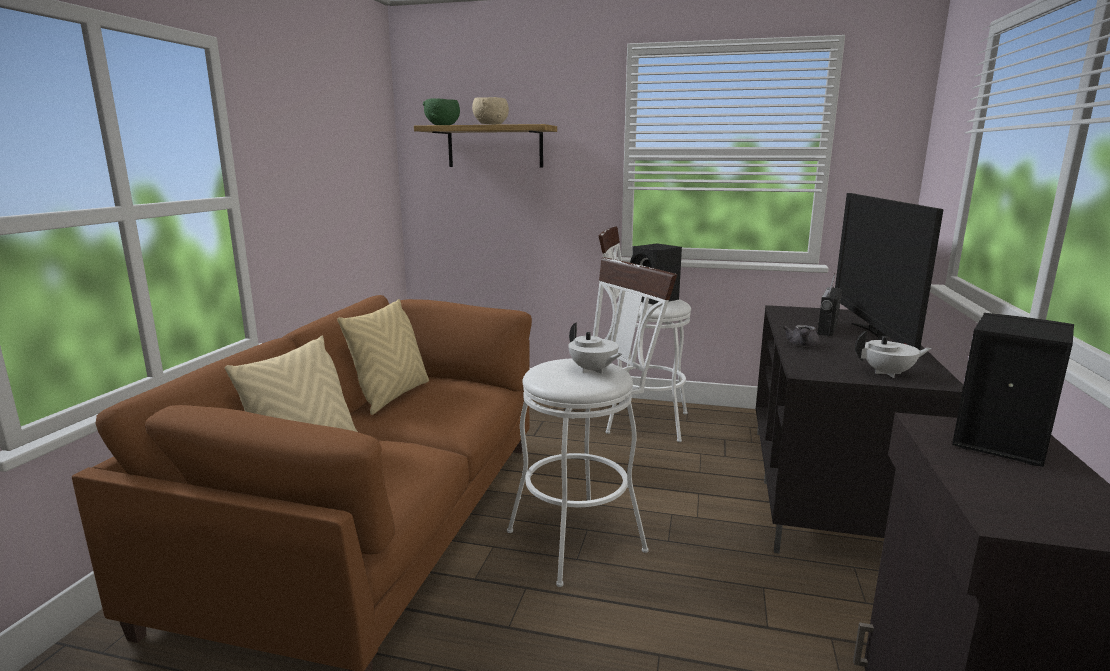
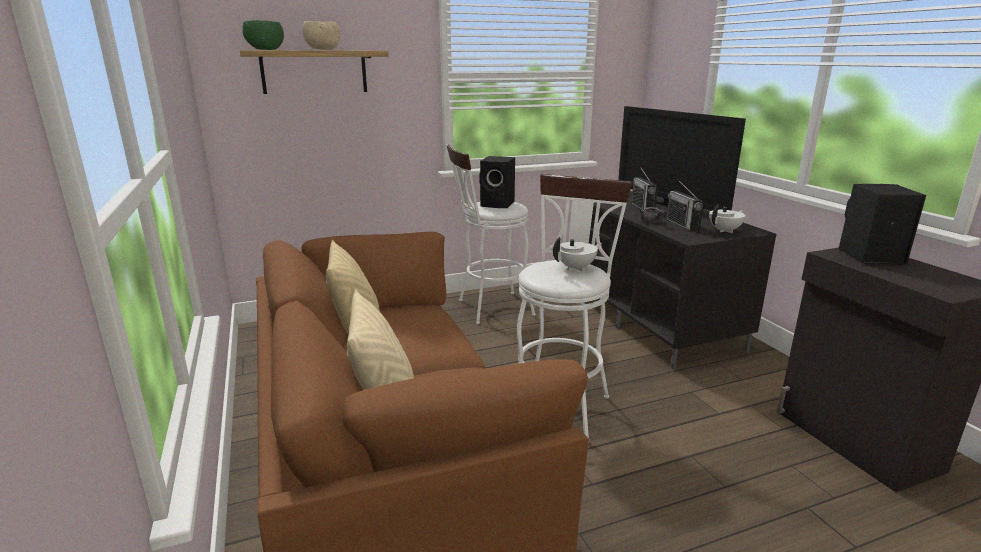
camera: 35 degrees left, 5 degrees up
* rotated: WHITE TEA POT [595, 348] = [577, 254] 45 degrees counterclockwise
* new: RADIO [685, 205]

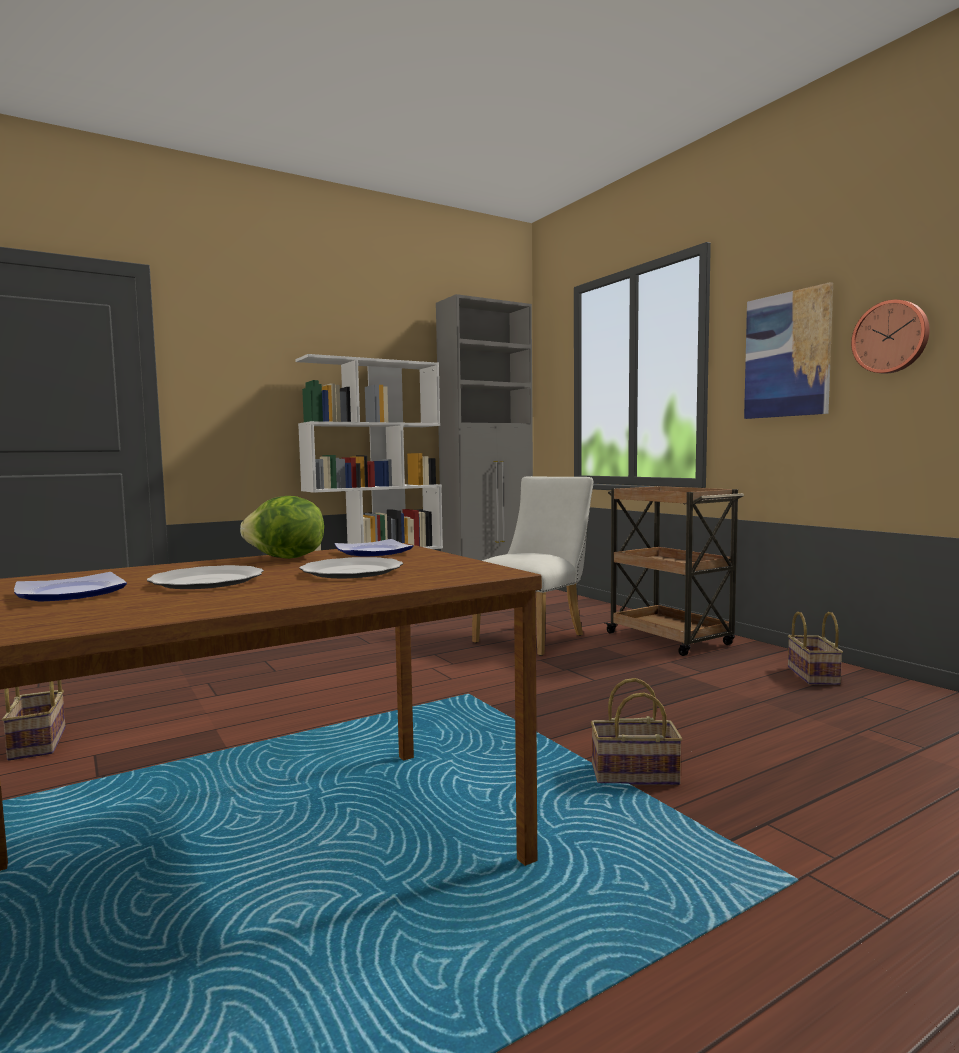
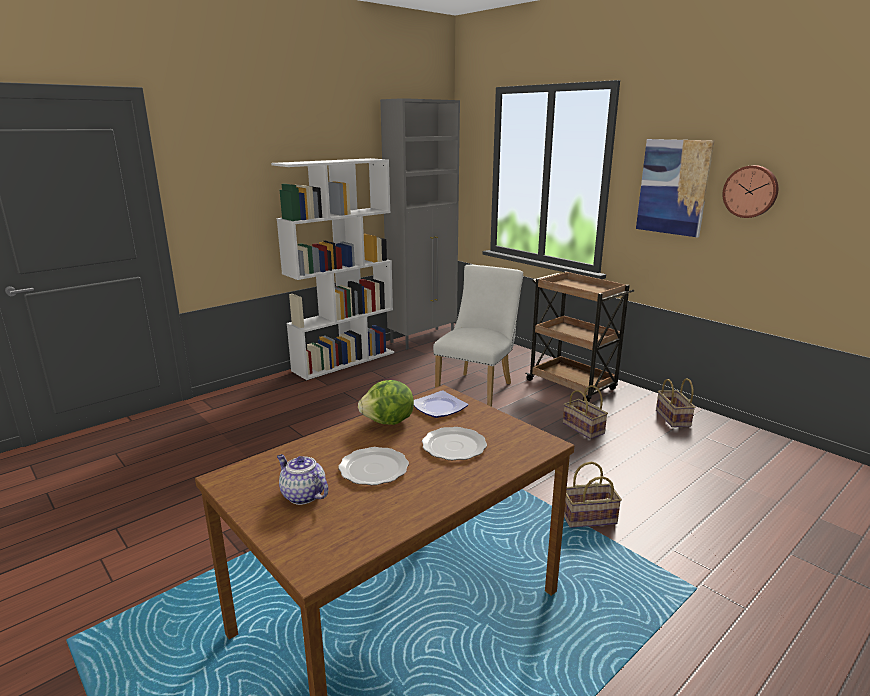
camera: 10 degrees left, 15 degrees up
* swapped: DINNER PLATE [70, 586] to TEA POT [302, 479]
* shifted: STORAGE BASKET [33, 720] to [585, 412]

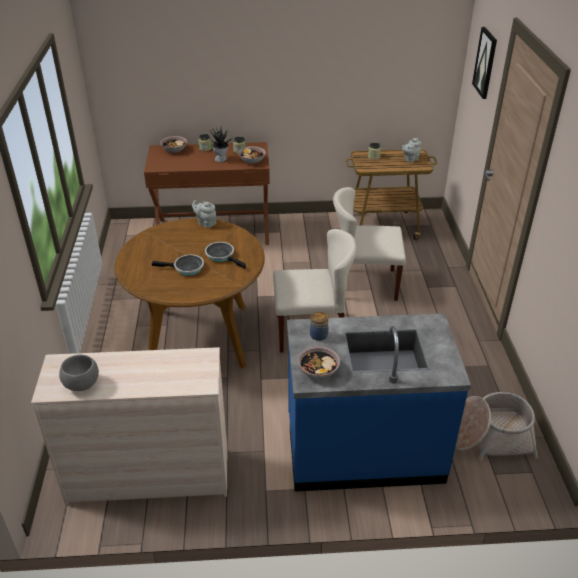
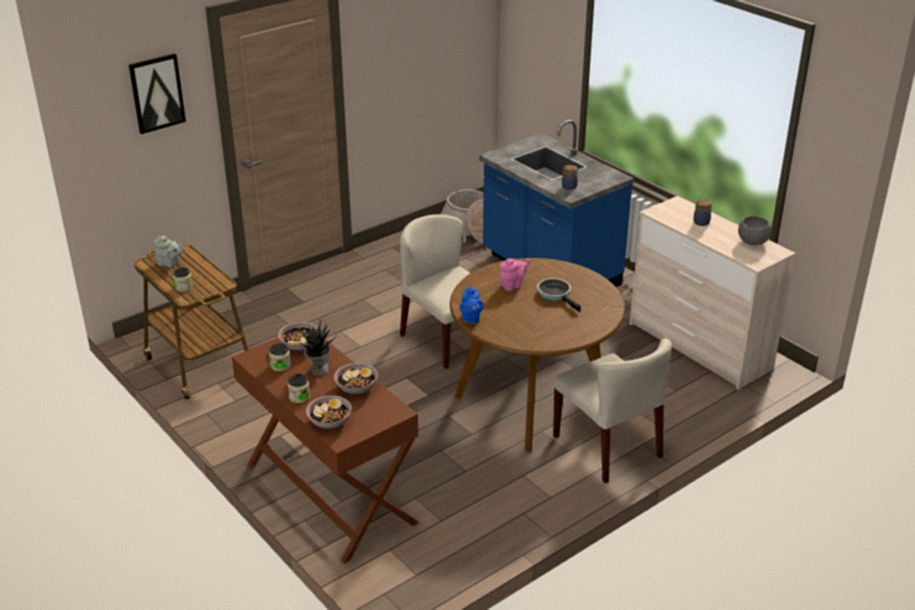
camera: 125 degrees left, 5 degrees down
* shifted: SERVING BOWL [318, 362] to [356, 378]
* repainted: GRAY TEA POT [204, 214] to BLUISH TEA POT [471, 304]
* swapped: FRYING PAN [225, 255] to PINK-COLOURED TEA POT [515, 274]
* shifted: BEIGE UPRIGHT CHAIR [369, 244] to [612, 410]
* new: JAR [702, 212]

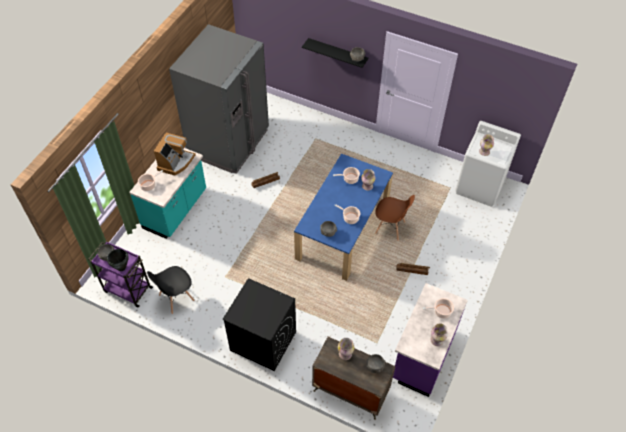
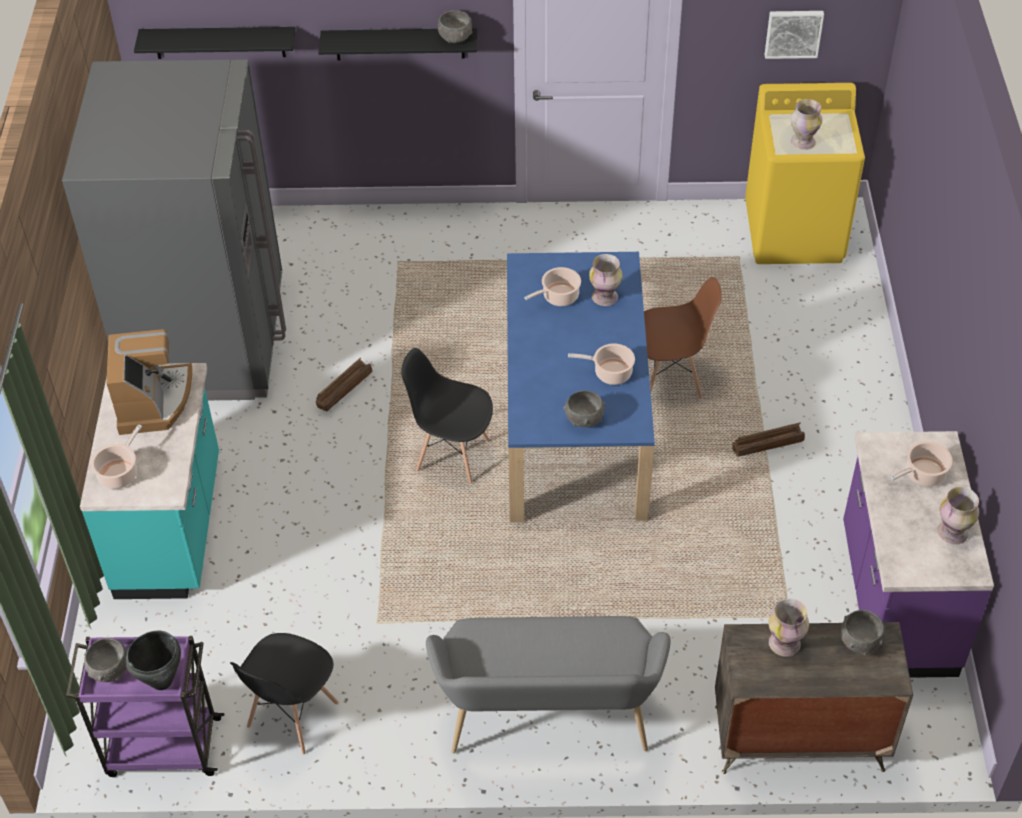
camera: 25 degrees left, 5 degrees down
* new: BLACK-COLOURED SHELF [215, 43]
* new: BLACK-COLOURED UPRIGHT CHAIR [447, 416]
* swapped: BLACK-COLOURED WASHING MACHINE [259, 324] to GRAY INDOOR BENCH [548, 685]
* repainted: WHITE WASHING MACHINE [488, 164] to YELLOWISH WASHING MACHINE [805, 173]
* new: WALL ART [794, 35]

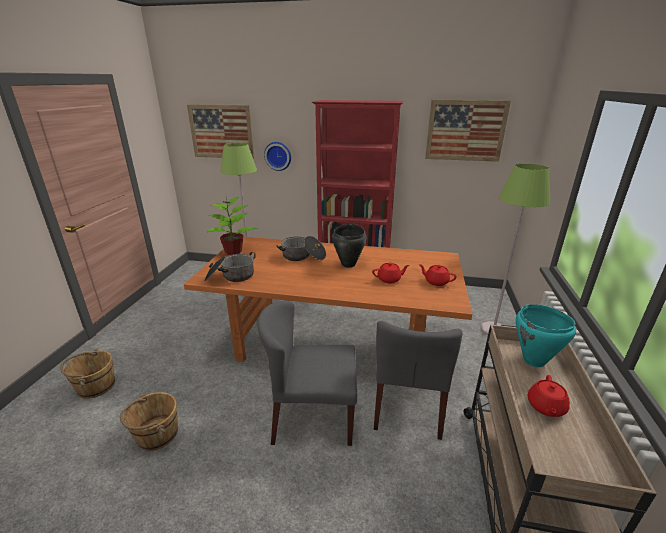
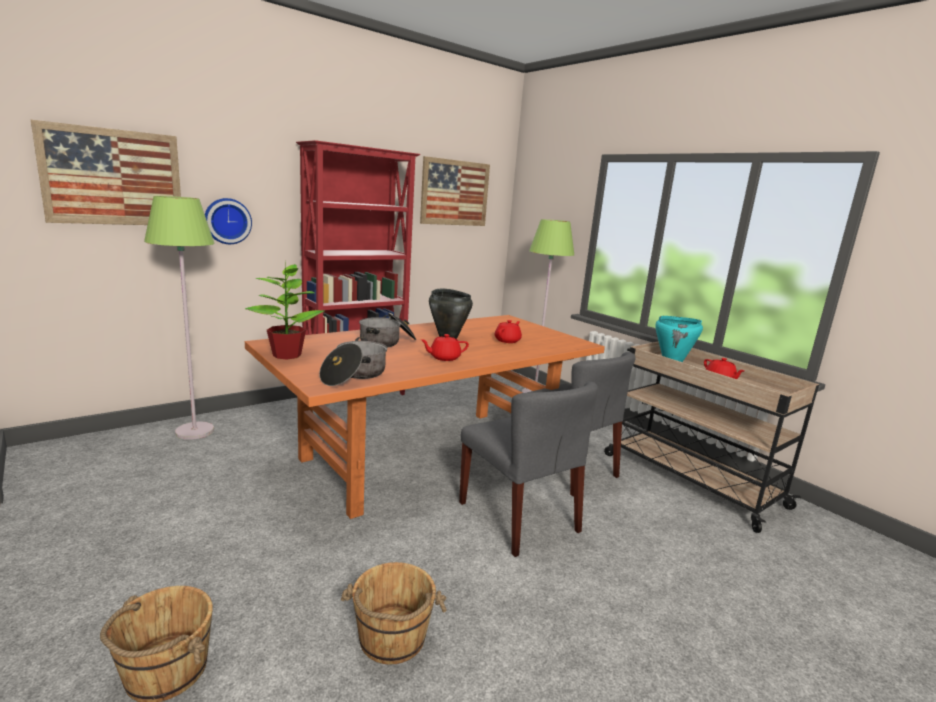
camera: 50 degrees left, 10 degrees down
* shifted: REDDISH TEA POT [438, 275] to [445, 347]
* rotated: GRAY UPRIGHT CHAIR [307, 373] = [528, 469] 75 degrees counterclockwise

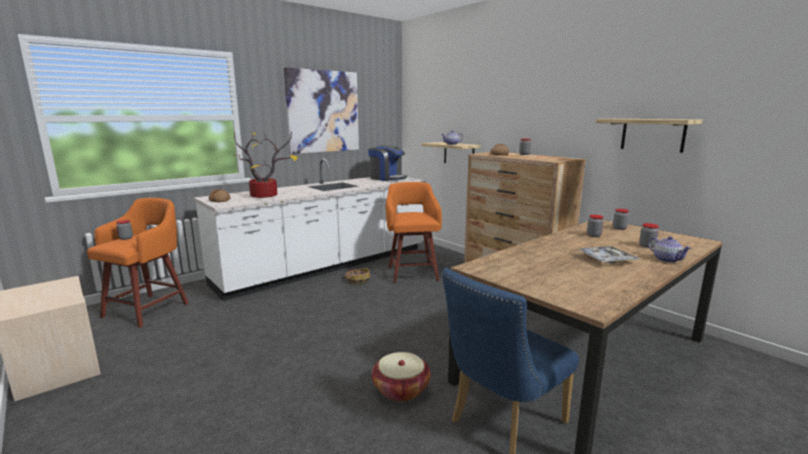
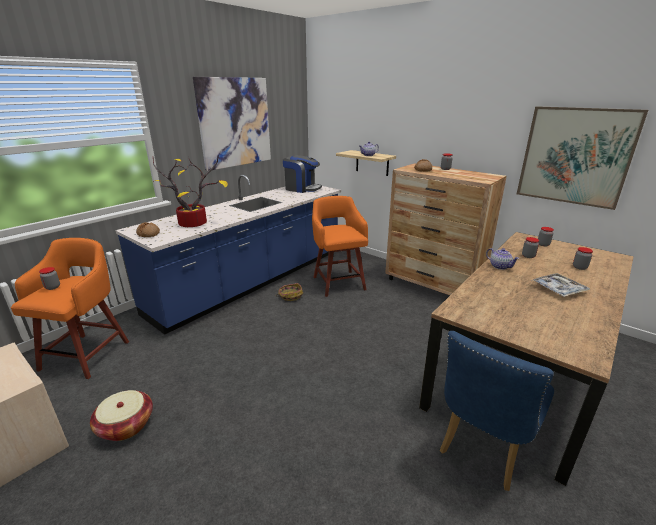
camera: 10 degrees left, 10 degrees up
* shifted: STORAGE BASKET [401, 377] to [121, 415]
* repainted: WHITE KITCHEN BASE UNIT [310, 229] to BLUISH KITCHEN BASE UNIT [228, 255]
* shifted: TEA POT [669, 249] to [502, 259]
* swapped: SHELF [649, 136] to WALL ART [582, 158]

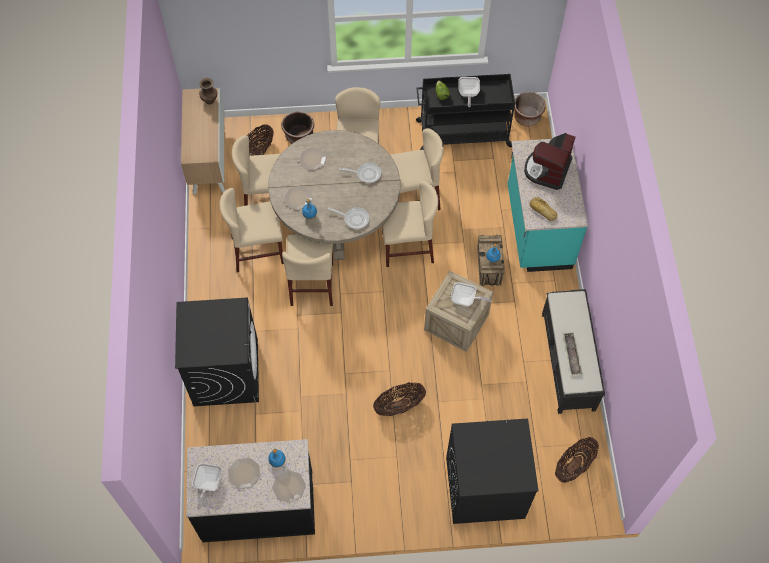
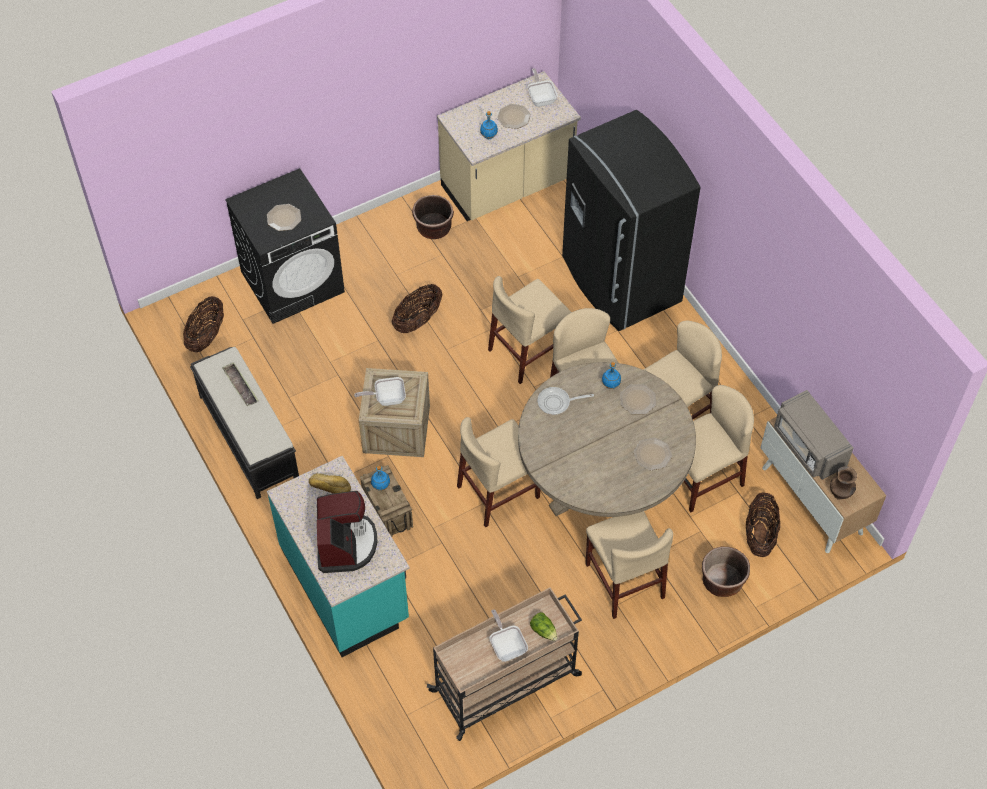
camera: 155 degrees right, 5 degrees down
* shifted: DINNER PLATE [289, 486] to [284, 217]
* shifted: BROWN-COLOURED PLANT POT [529, 109] to [433, 217]
* repainted: BLACK-COLOURED CART [465, 112] to BEIGE CART [504, 664]
* repainted: BLACK-COLOURED KITCHEN BASE UNIT [250, 490] to BEIGE KITCHEN BASE UNIT [509, 146]
* shifted: BEIGE UPRIGHT CHAIR [417, 169] to [529, 330]
* swapped: BLACK-COLOURED WASHING MACHINE [217, 352] to BLACK-COLOURED KITCHEN FRIDGE [631, 220]
* new: GRAY MICROWAVE OVEN [814, 435]
* gone: FRYING PAN [360, 172]

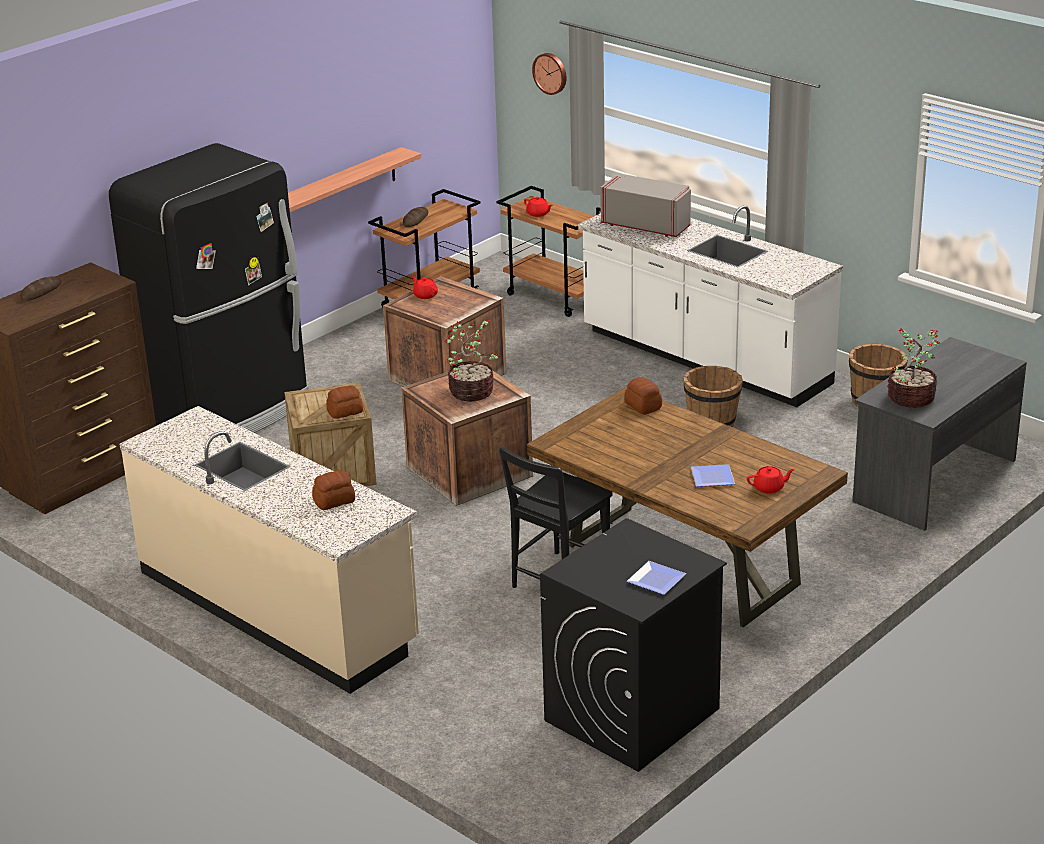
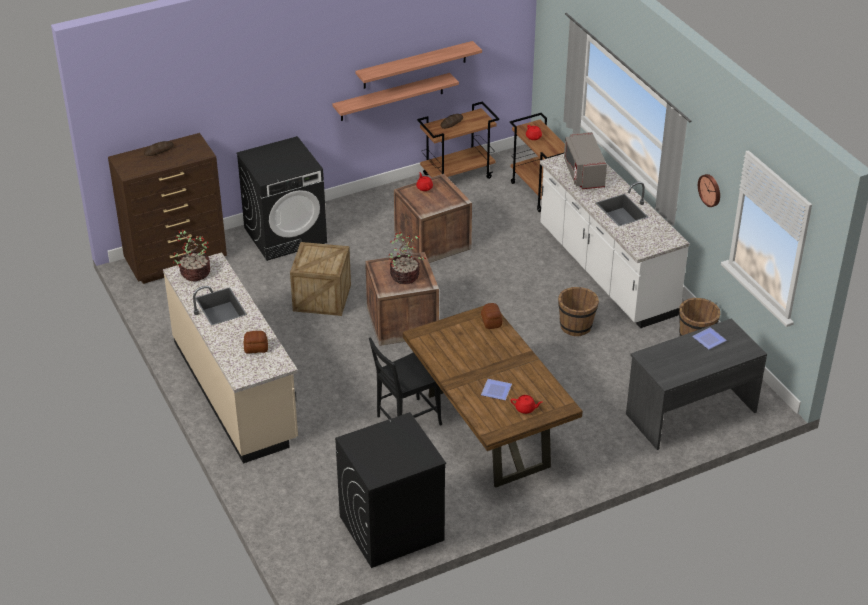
camera: 20 degrees right, 10 degrees up
* shifted: HOUSEPLANT [913, 368] to [191, 255]
* swapped: BLACK-COLOURED KITCHEN FRIDGE [208, 288] to BLACK-COLOURED WASHING MACHINE [281, 198]
* new: SHELF [418, 65]
* rotated: GRAY MICROWAVE OVEN [645, 205] = [585, 160] 150 degrees counterclockwise
* shifted: DINNER PLATE [656, 578] to [709, 338]
* shifted: WALL CLOCK [549, 74] to [709, 190]
* gone: BREAD [344, 402]

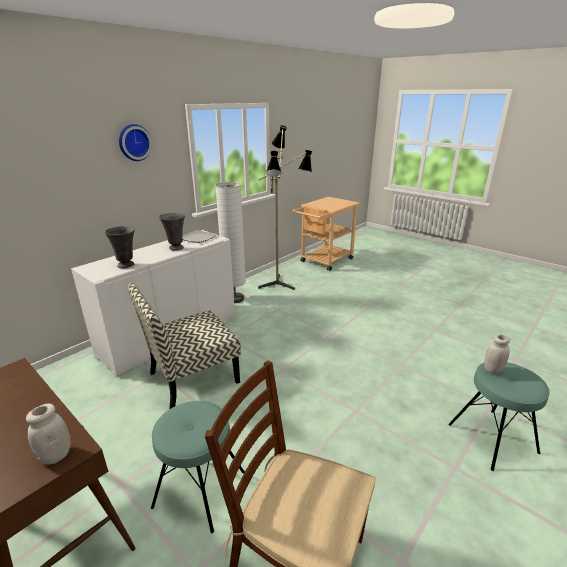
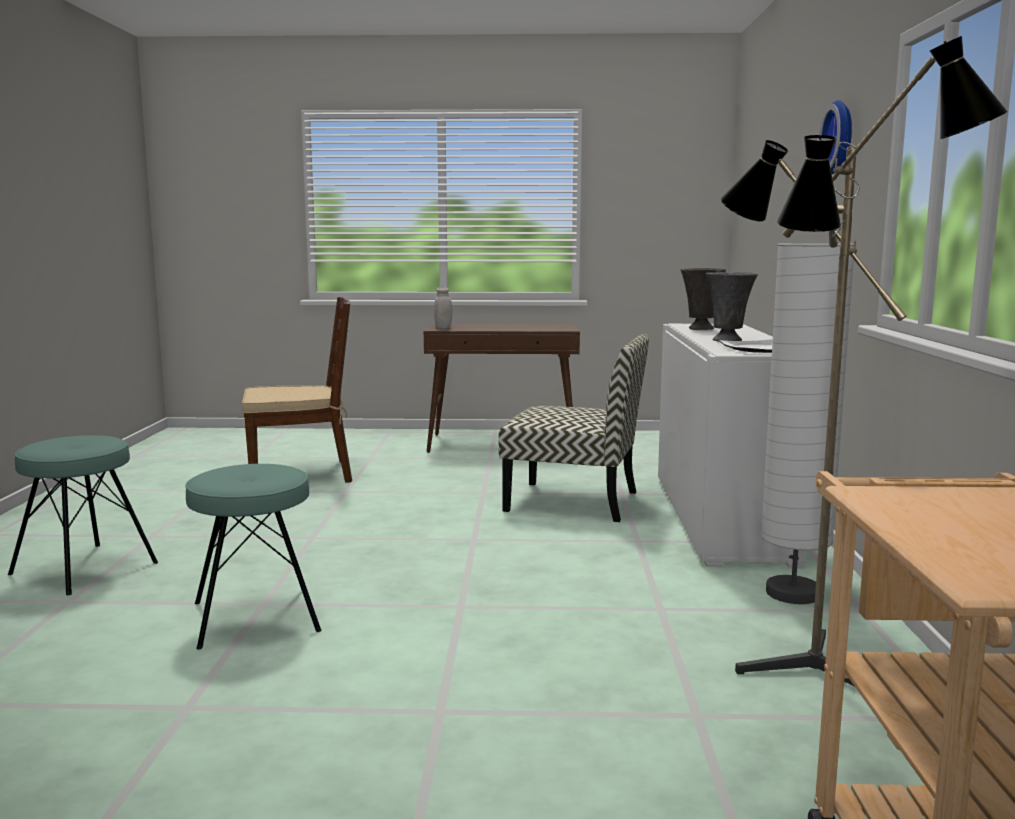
camera: 140 degrees right, 15 degrees down
* shifted: BLUE-GREEN SITTING STOOL [198, 467] to [253, 557]
* rotated: UPRIGHT CHAIR [184, 346] = [573, 428] 90 degrees clockwise
* gone: WHITE JAR [497, 354]

